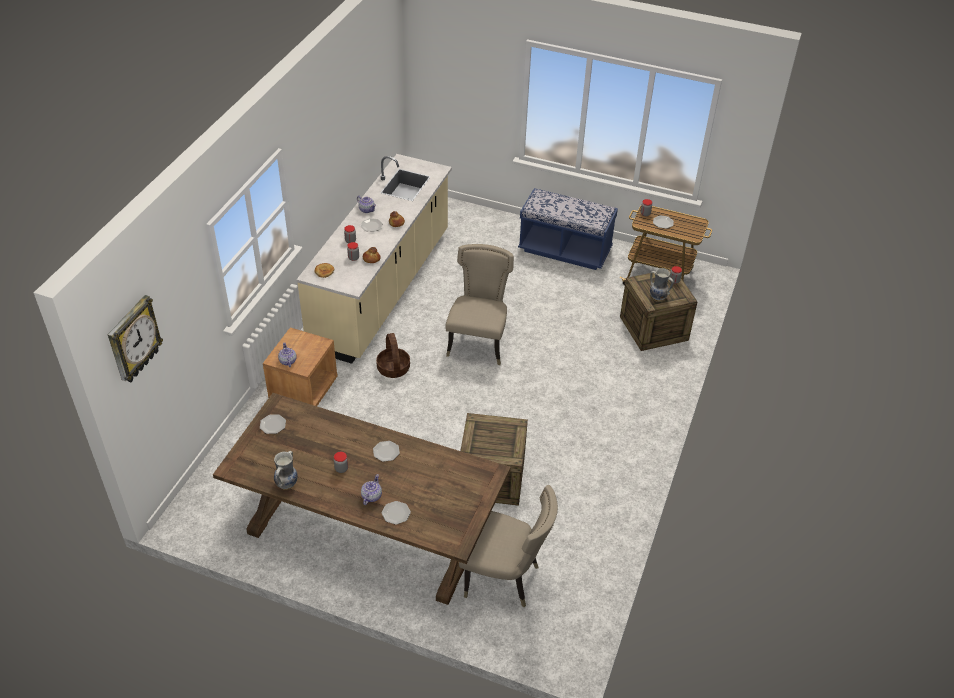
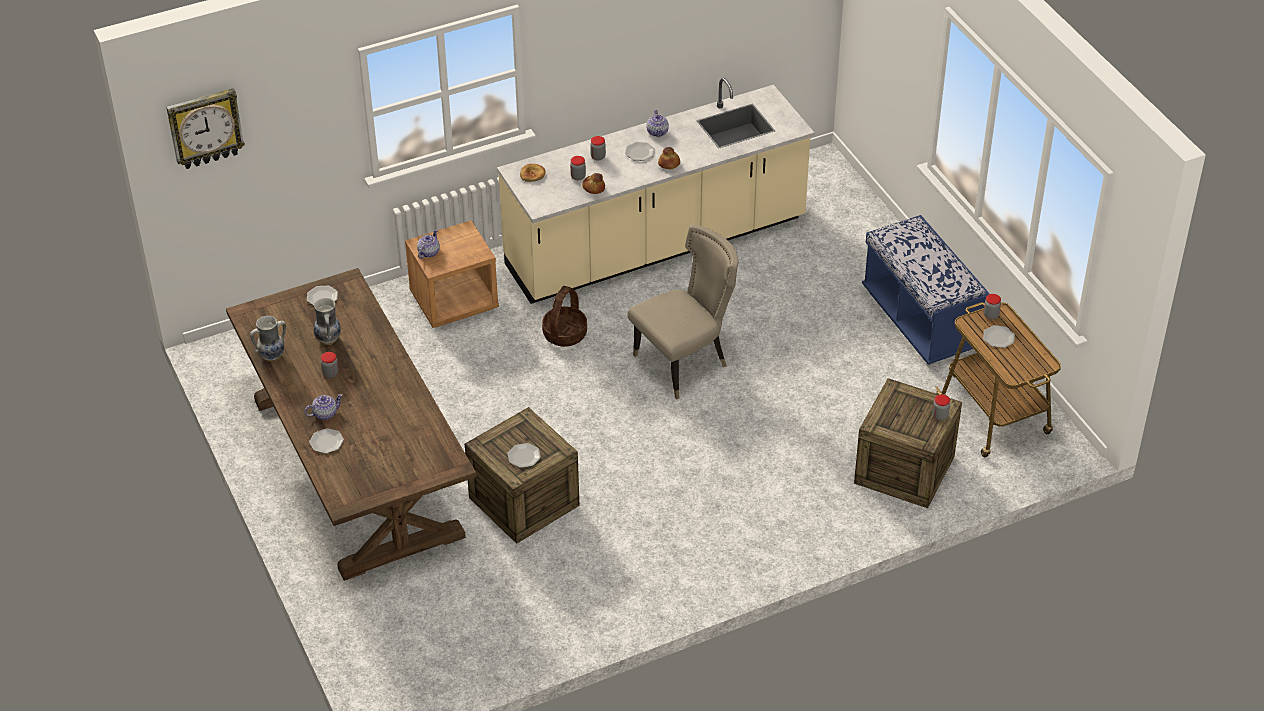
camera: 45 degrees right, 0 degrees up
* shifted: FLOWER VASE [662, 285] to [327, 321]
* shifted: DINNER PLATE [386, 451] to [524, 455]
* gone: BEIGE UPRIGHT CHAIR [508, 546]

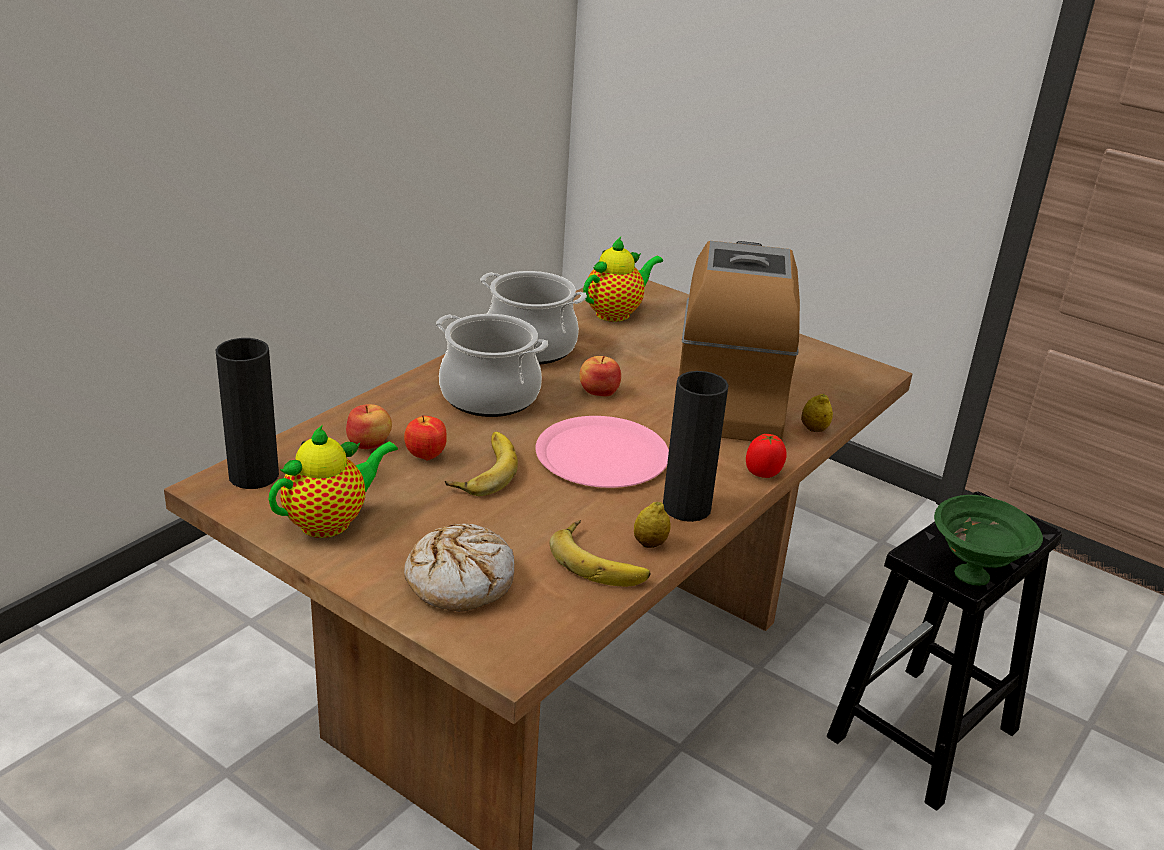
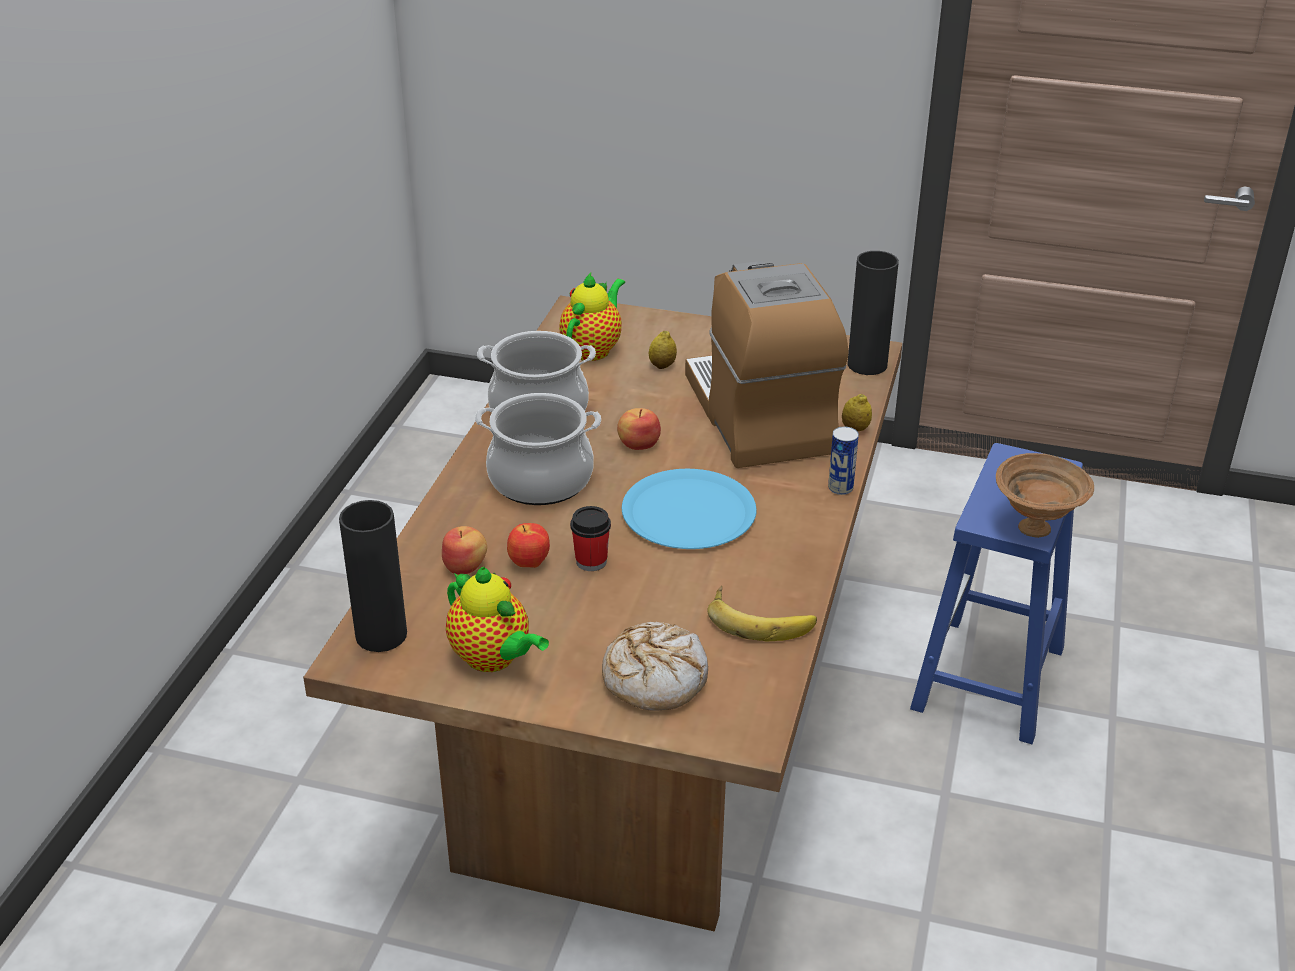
camera: 20 degrees left, 5 degrees up
* rotated: TEA POT [333, 481] = [497, 619] 105 degrees clockwise
* swapped: WHOLE BANANA [481, 464] to CUP [590, 538]
* repainted: PINK-COLOURED DINNER PLATE [602, 452] to BLUISH DINNER PLATE [689, 509]
* shifted: CITRUS FRUIT [652, 524] to [663, 350]
* swapped: FRESH TOMATO [766, 456] to METAL CAN [843, 461]
* shifted: BLACK-COLOURED FLOWER VASE [696, 446] to [873, 313]
* repainted: BLACK-COLOURED SITTING STOOL [944, 651] to BLUISH SITTING STOOL [996, 593]
* repainted: GREENISH SERVING BOWL [988, 540] to BROWN-COLOURED SERVING BOWL [1045, 495]

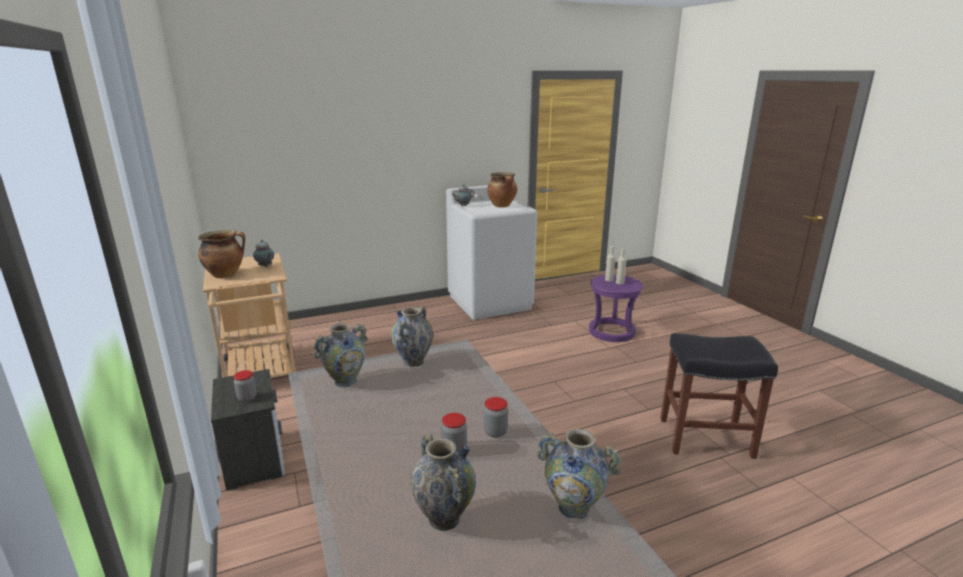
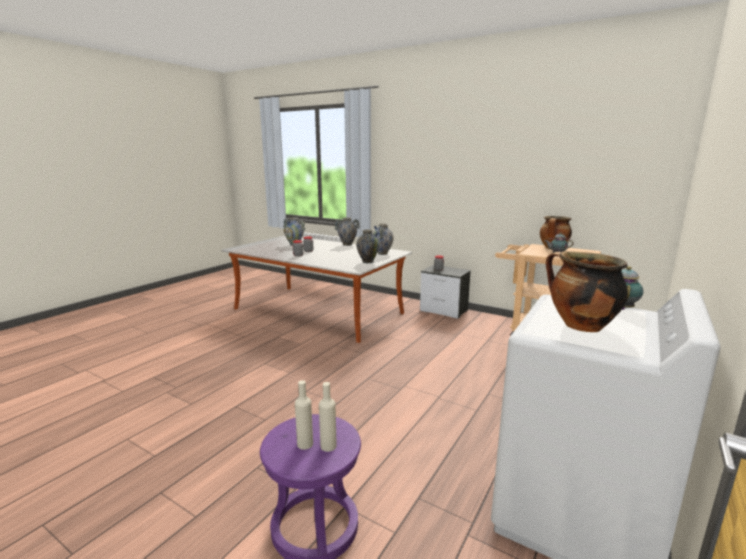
camera: 145 degrees right, 5 degrees down
* shifted: FLOWER VASE [579, 474] to [347, 231]
* gone: BLACK-COLOURED SITTING STOOL [719, 396]

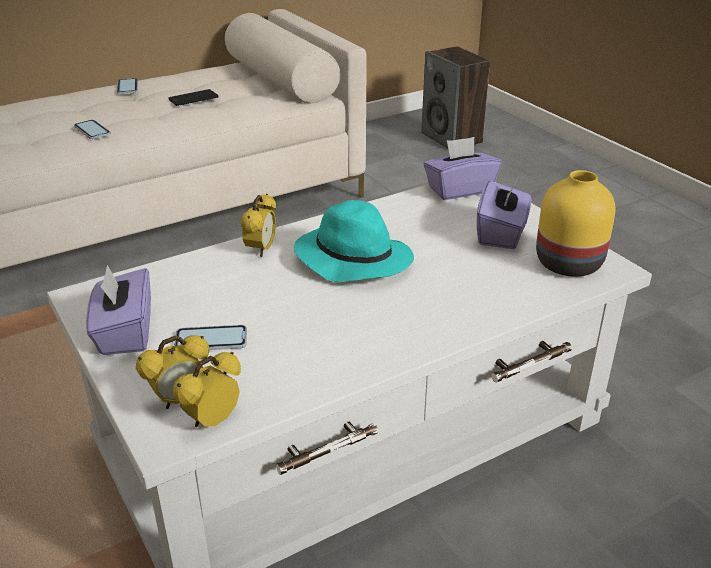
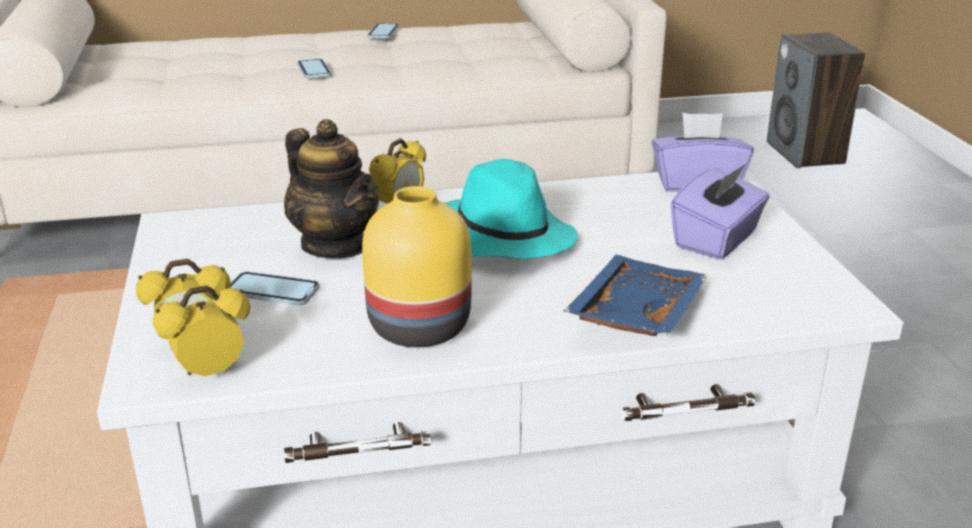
camera: 20 degrees right, 5 degrees down
* new: TEA POT [331, 188]
* shifted: YELLOWISH FLOWER VASE [575, 223] to [416, 266]
* new: BLUISH TRAY [635, 295]
* gone: PURPLE-COLOURED BOX OF TISSUES [118, 310]
* gone: PHONE [193, 97]

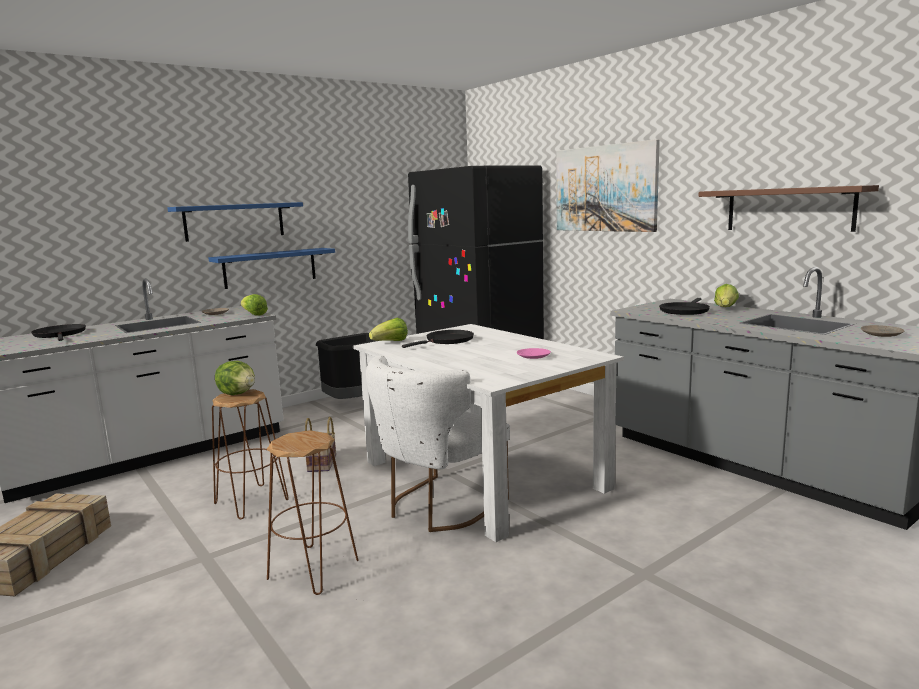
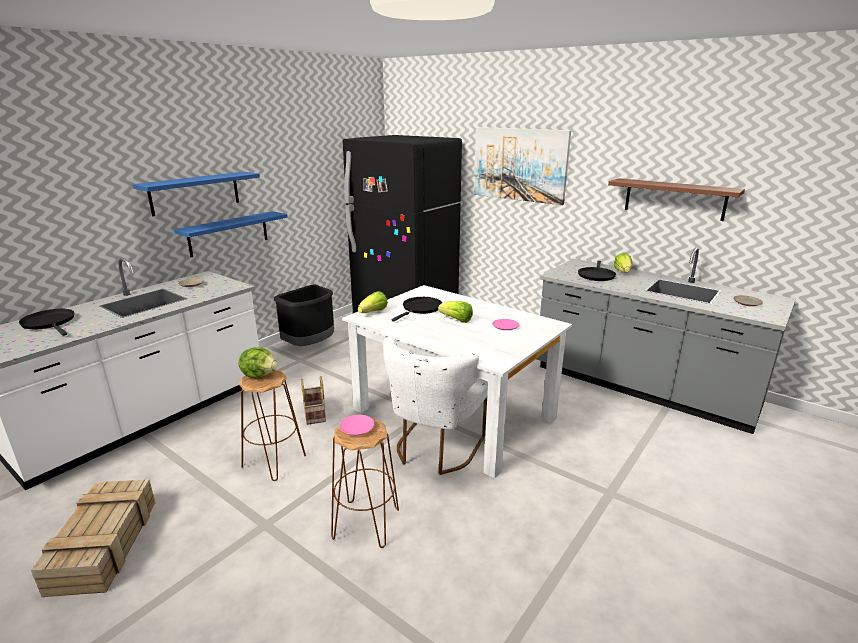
camera: 15 degrees left, 10 degrees up
* new: PINK-COLOURED DINNER PLATE [357, 425]
* shifted: LETTUCE [254, 305] to [455, 312]

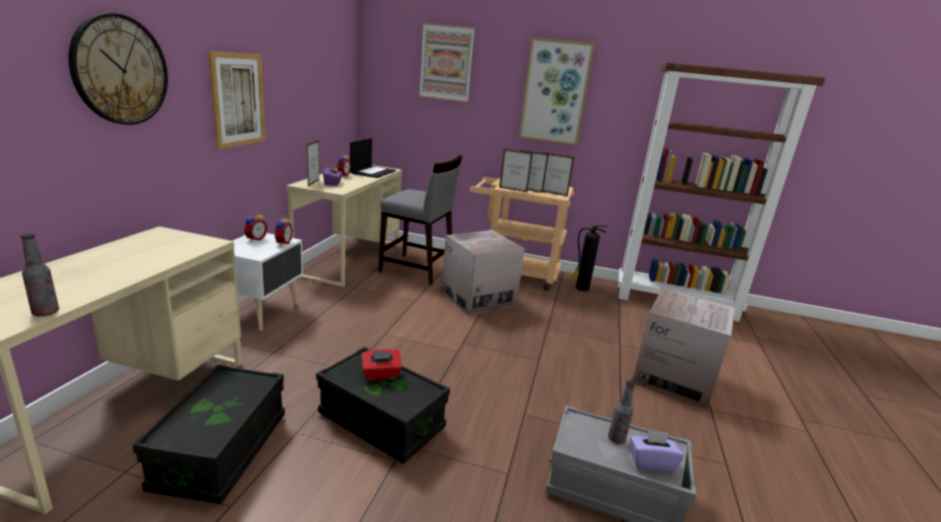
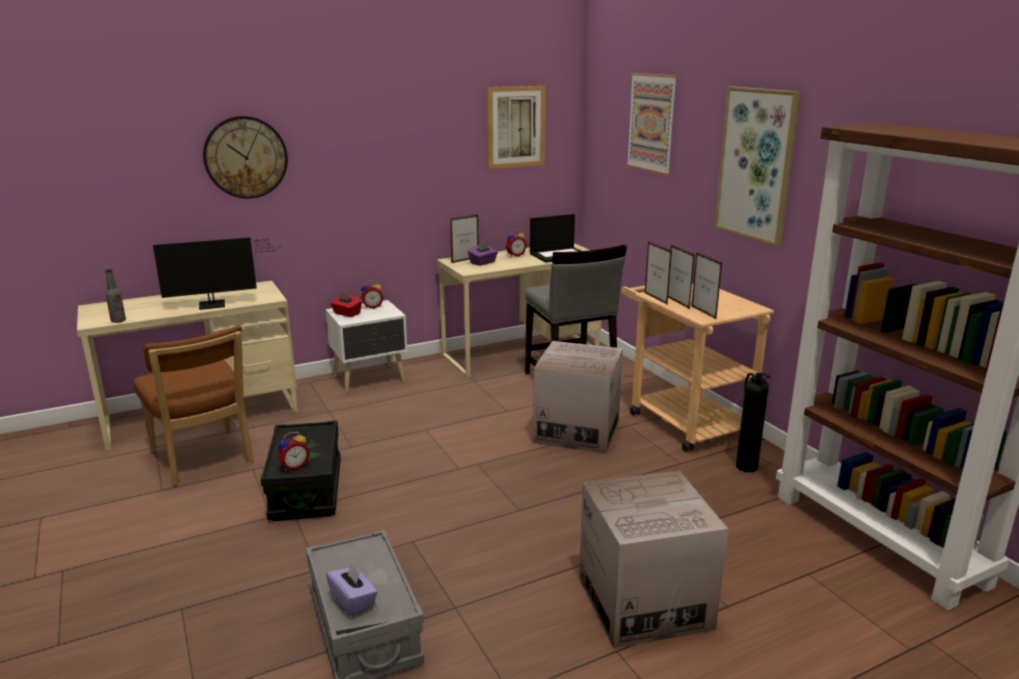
camera: 50 degrees right, 0 degrees up
* swapped: BLACK-COLOURED STORAGE CONTAINER [209, 434] to BROWN-COLOURED UPRIGHT CHAIR [193, 406]
* new: MONITOR [215, 274]
* shifted: ALARM CLOCK [283, 230] to [293, 451]
* shifted: REDDISH BOX OF TISSUES [381, 364] to [346, 305]
* shifted: WALL ART [237, 100] to [516, 127]
* gone: DRINK BOTTLE [621, 412]

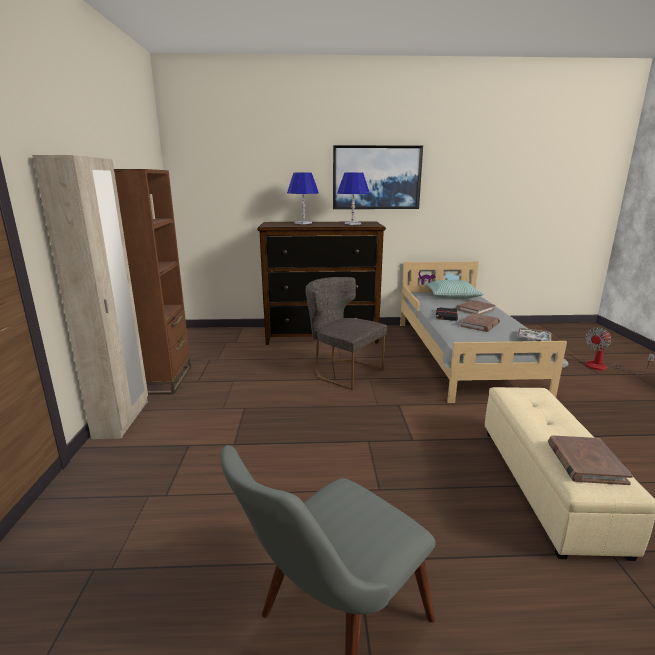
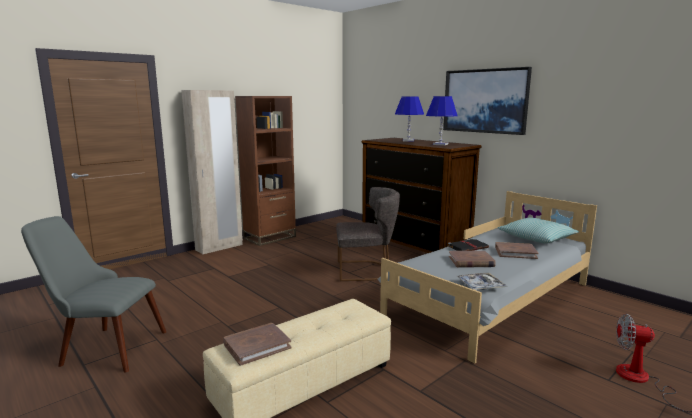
camera: 50 degrees right, 5 degrees down
* rotated: GRAY UPRIGHT CHAIR [346, 333] = [368, 234] 90 degrees clockwise

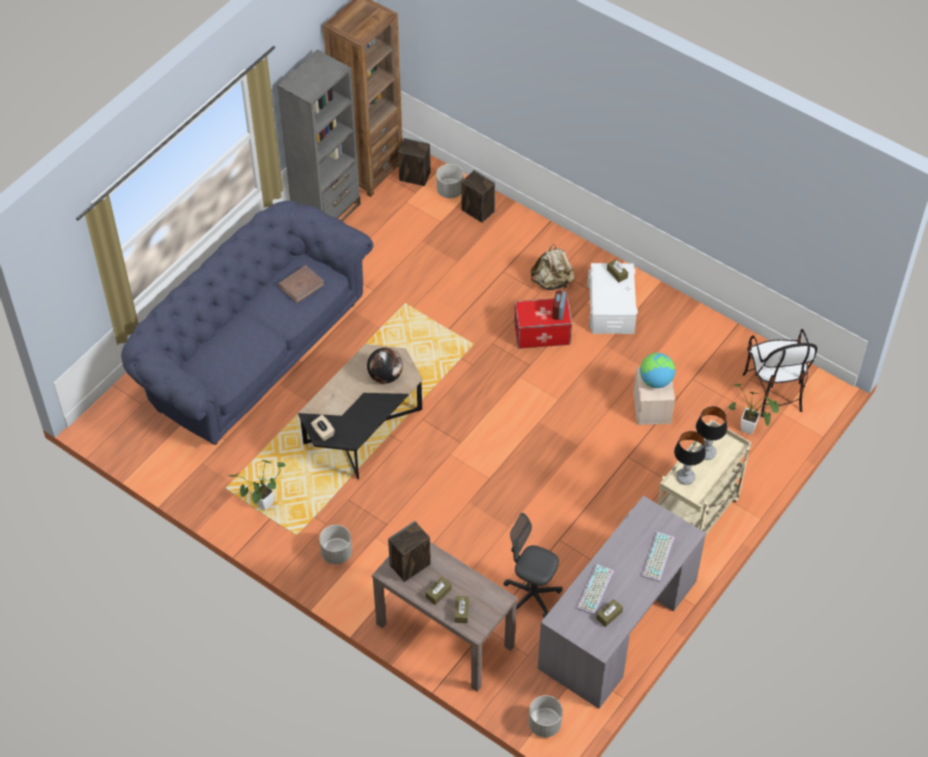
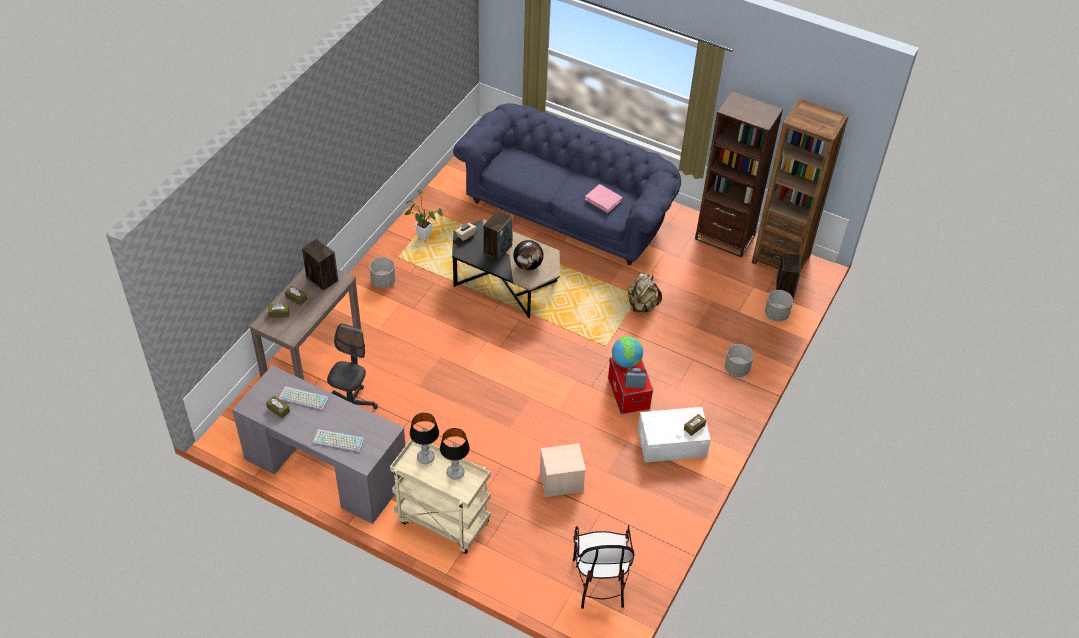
camera: 80 degrees right, 5 degrees down
* shifted: LOUDSPEAKER [478, 196] to [498, 235]
* rotated: UPRIGHT CHAIR [779, 373] = [603, 567] 75 degrees counterclockwise
* repainted: BROWN-COLOURED VOLUME [301, 284] to PINK-COLOURED VOLUME [603, 198]
* shifted: DESK GLOBE [657, 370] to [627, 352]
* shifted: BEIGE RUCKSACK [552, 267] to [645, 293]
* repainted: GRAY BOOKSHELF [319, 135] to BROWN-COLOURED BOOKSHELF [739, 174]
* shifted: GRAY PLANT POT [546, 716] to [739, 360]
* gone: HOUSEPLANT [754, 409]

